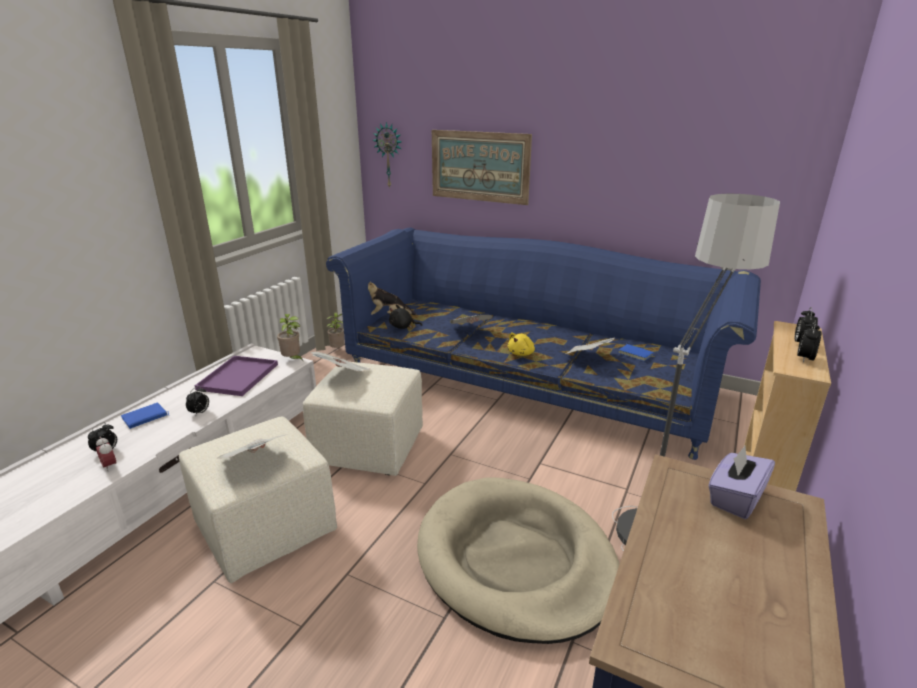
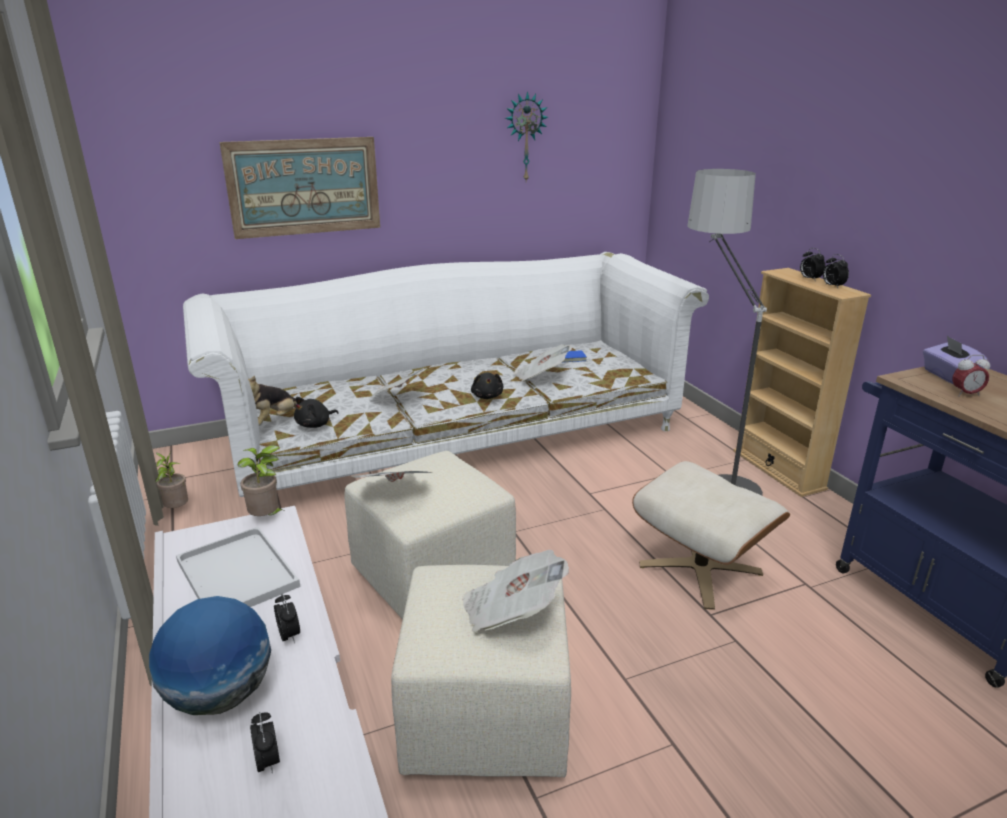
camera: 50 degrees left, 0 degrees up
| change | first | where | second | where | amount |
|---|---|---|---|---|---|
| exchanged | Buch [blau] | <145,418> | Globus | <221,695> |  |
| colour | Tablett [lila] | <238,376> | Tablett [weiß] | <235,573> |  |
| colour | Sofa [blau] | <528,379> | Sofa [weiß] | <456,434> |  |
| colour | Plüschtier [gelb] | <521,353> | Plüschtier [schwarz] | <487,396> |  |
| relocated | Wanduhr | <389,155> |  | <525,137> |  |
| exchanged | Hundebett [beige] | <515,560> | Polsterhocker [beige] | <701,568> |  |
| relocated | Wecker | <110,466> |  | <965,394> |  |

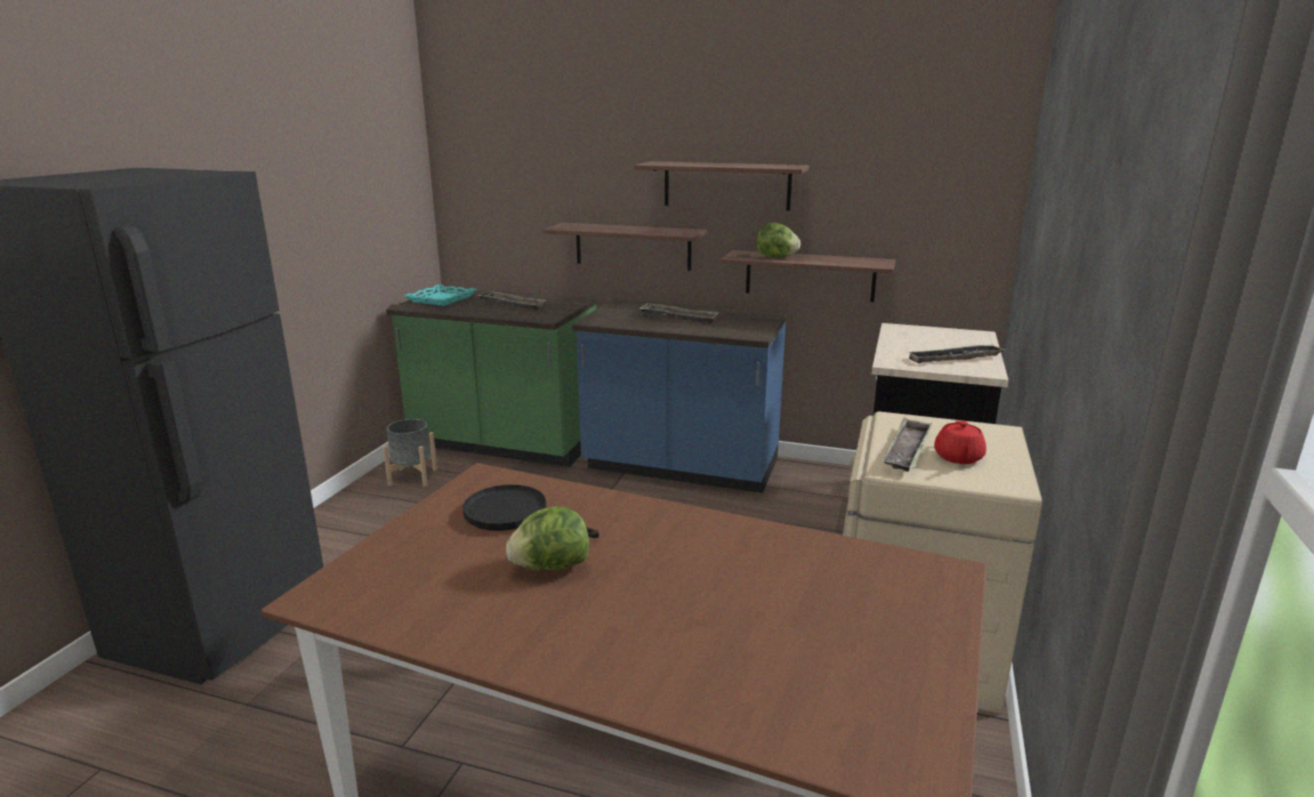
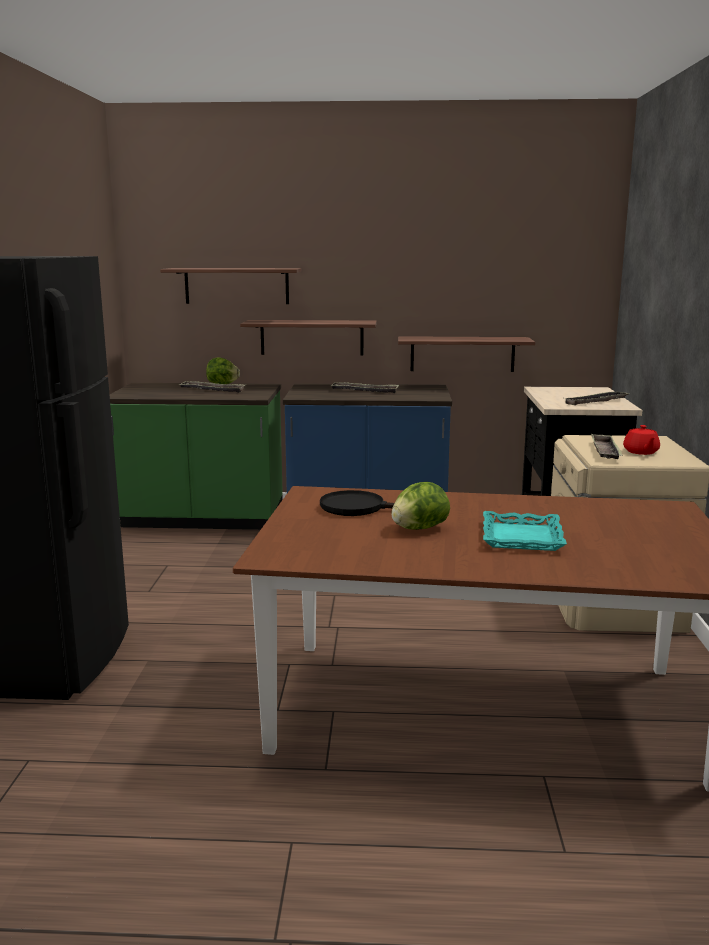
camera: 15 degrees left, 5 degrees down
| change | first | where | second | where | amount |
|---|---|---|---|---|---|
| relocated | Wandregal | <726,185> |  | <236,286> |  |
| relocated | Salatkopf | <776,257> |  | <222,384> |  |
| relocated | Tablett [türkis] | <441,299> |  | <521,537> |  |
| missing | Pflanzkübel [grau] | <412,477> |  |  |  |

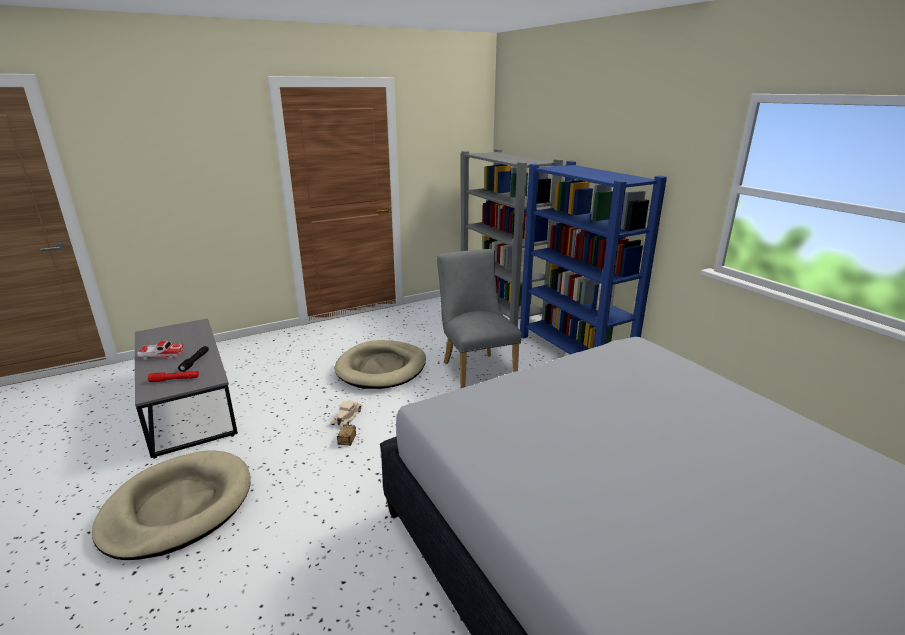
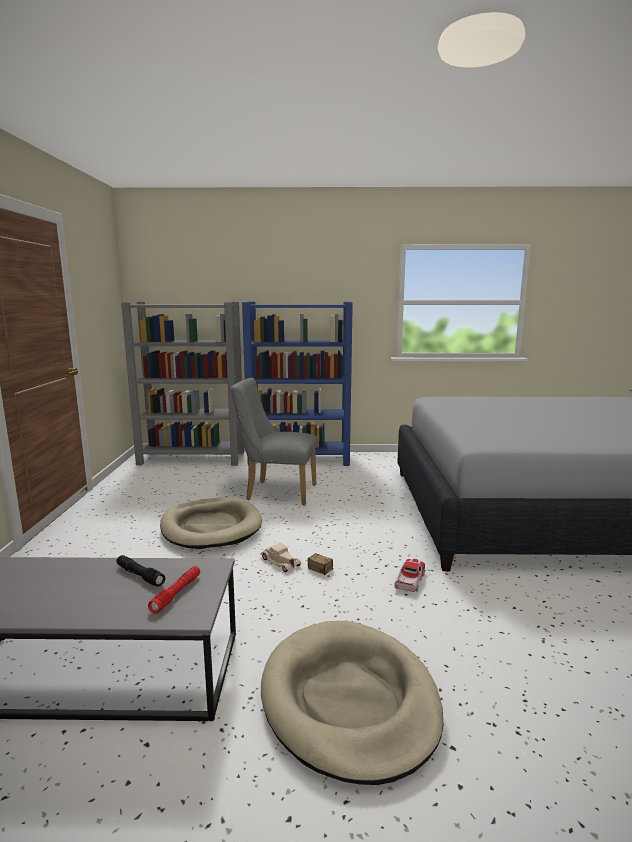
camera: 60 degrees left, 10 degrees down
| change | first | where | second | where | amount |
|---|---|---|---|---|---|
| relocated | Spielzeugauto | <162,355> |  | <410,581> |  |

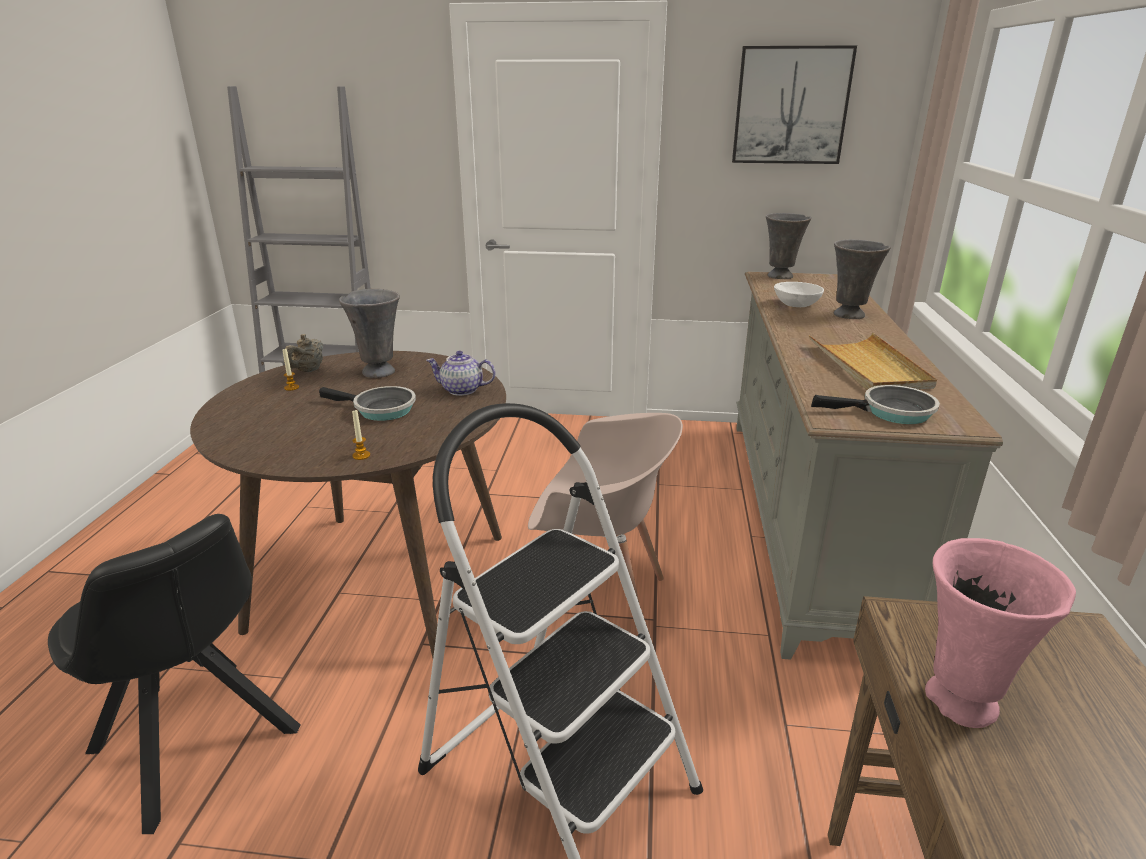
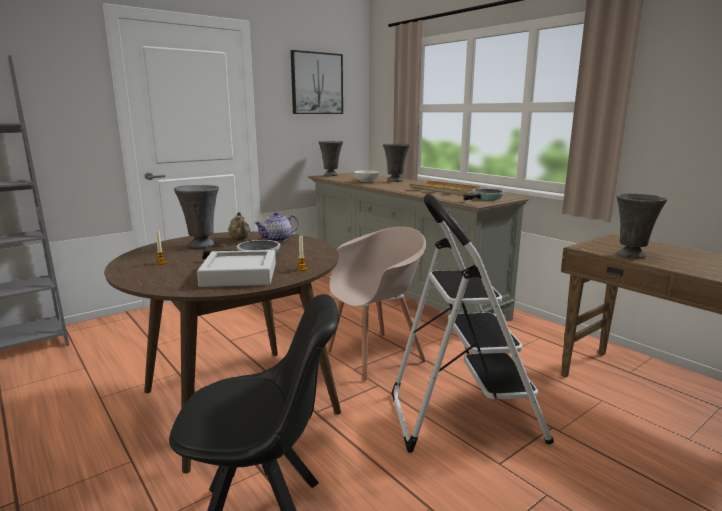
camera: 45 degrees left, 10 degrees down
| change | first | where | second | where | amount |
|---|---|---|---|---|---|
| appeared |  |  | Tablett [grau] | <239,275> |  |
| relocated | Teekanne [beige] | <308,371> |  | <240,239> |  |
| colour | Vase [rosa] | <960,703> | Vase [grau] | <632,256> |  |

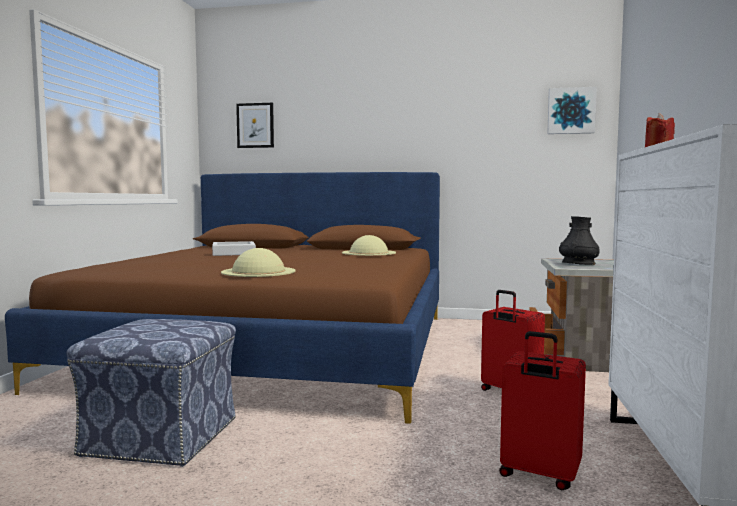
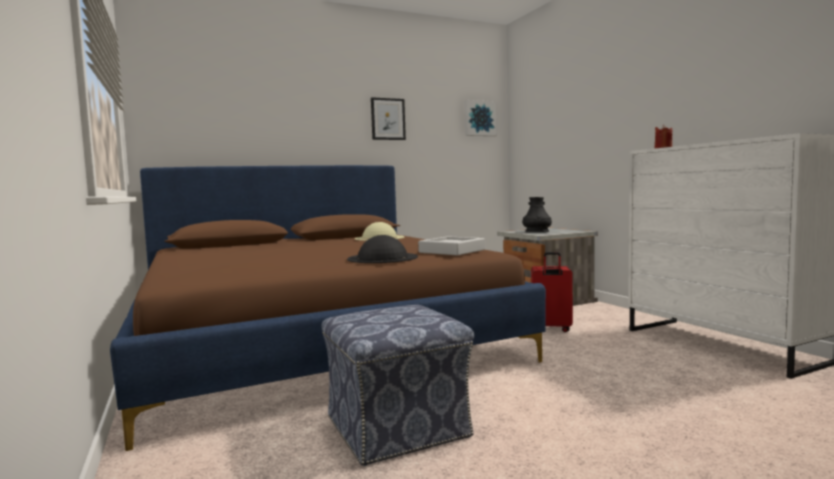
camera: 35 degrees left, 0 degrees up
| change | first | where | second | where | amount |
|---|---|---|---|---|---|
| colour | Hut [beige] | <258,271> | Hut [schwarz] | <382,258> |  |
| relocated | Bild | <255,125> |  | <388,119> |  |
| relocated | Tablett [grau] | <234,253> |  | <452,251> |  |
| missing | Koffer [rot] | <539,475> |  |  |  |

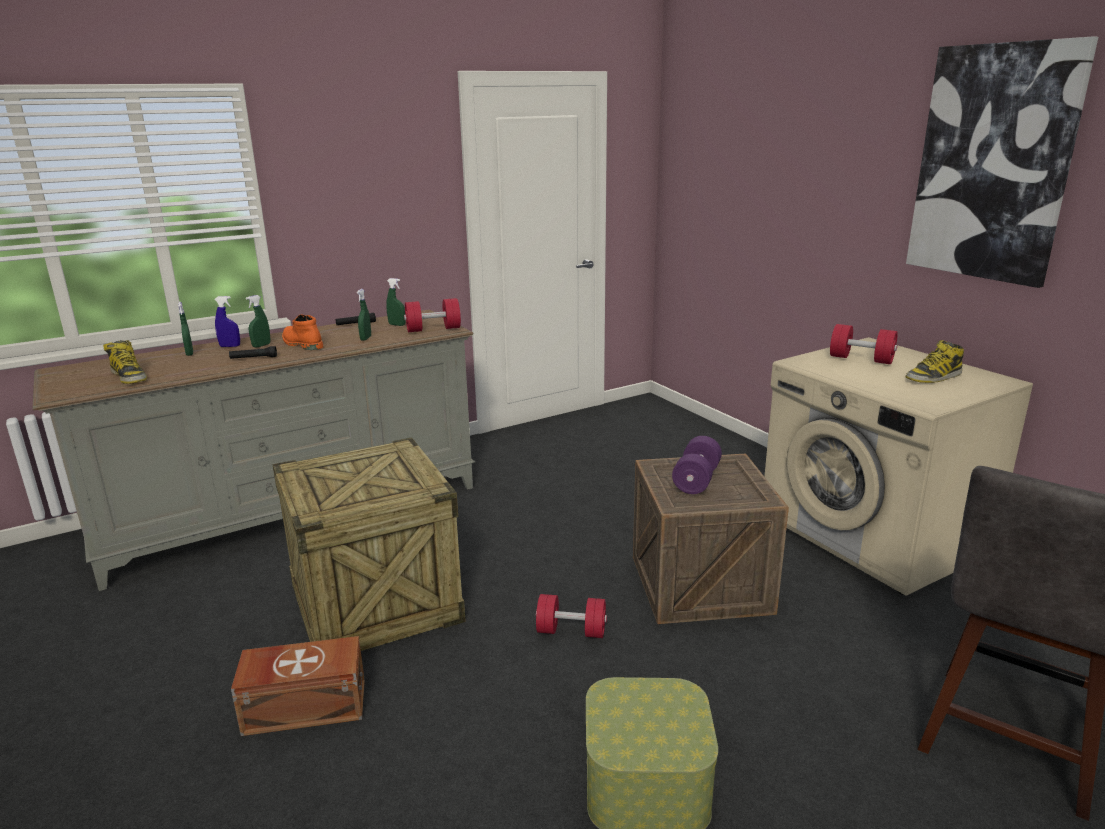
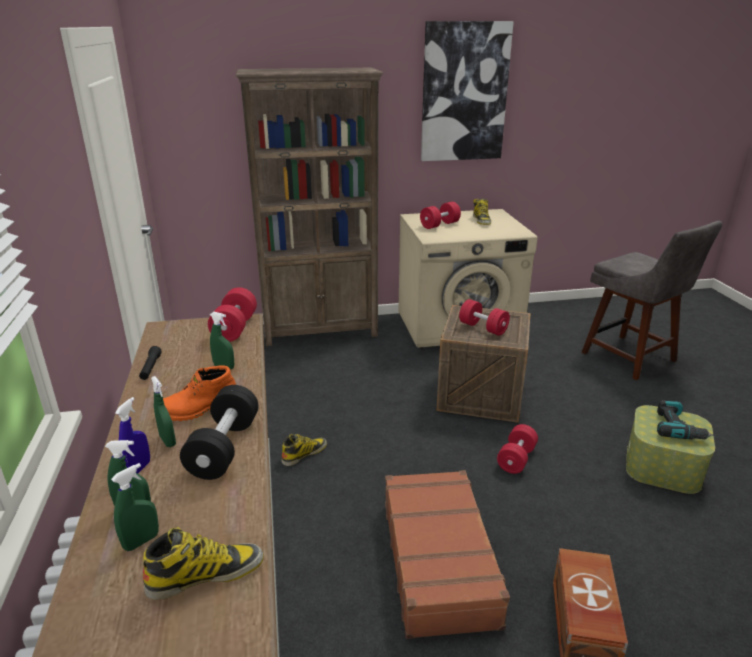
camera: 70 degrees left, 5 degrees up
| change | first | where | second | where | amount |
|---|---|---|---|---|---|
| relocated | Sprühflasche [grün] | <397,325> |  | <141,541> |  |
| exchanged | Taschenlampe [schwarz] | <253,358> | Hantel [schwarz] | <224,448> |  |
| appeared |  |  | Bücherregal [braun] | <321,331> |  |
| appeared |  |  | Stiefel | <304,453> |  |
| exchanged | Kiste | <375,602> | Koffer [braun] | <439,560> |  |
| colour | Hantel [lila] | <696,480> | Hantel [rot] | <483,328> |  |
| appeared |  |  | Bohrmaschine | <678,428> |  |

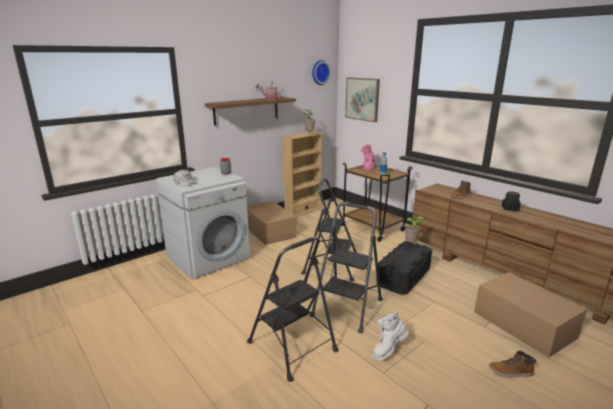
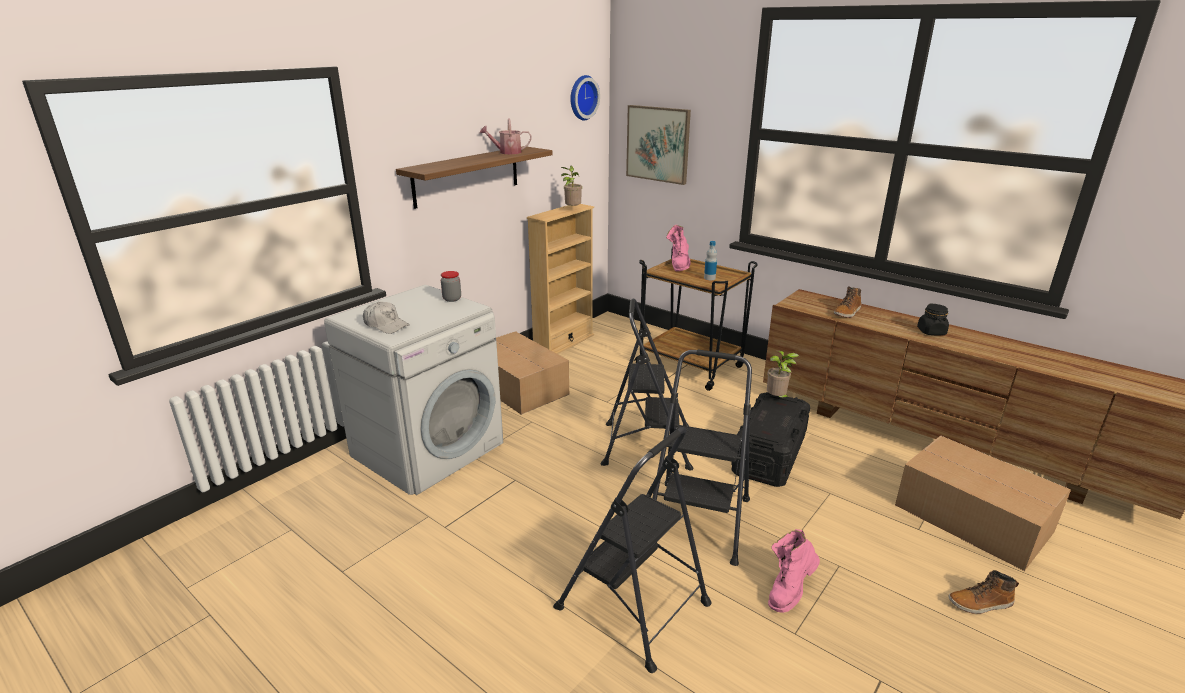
camera: 10 degrees left, 5 degrees up
| change | first | where | second | where | amount |
|---|---|---|---|---|---|
| colour | Stiefel [weiß] | <388,350> | Stiefel [rosa] | <789,591> |  |

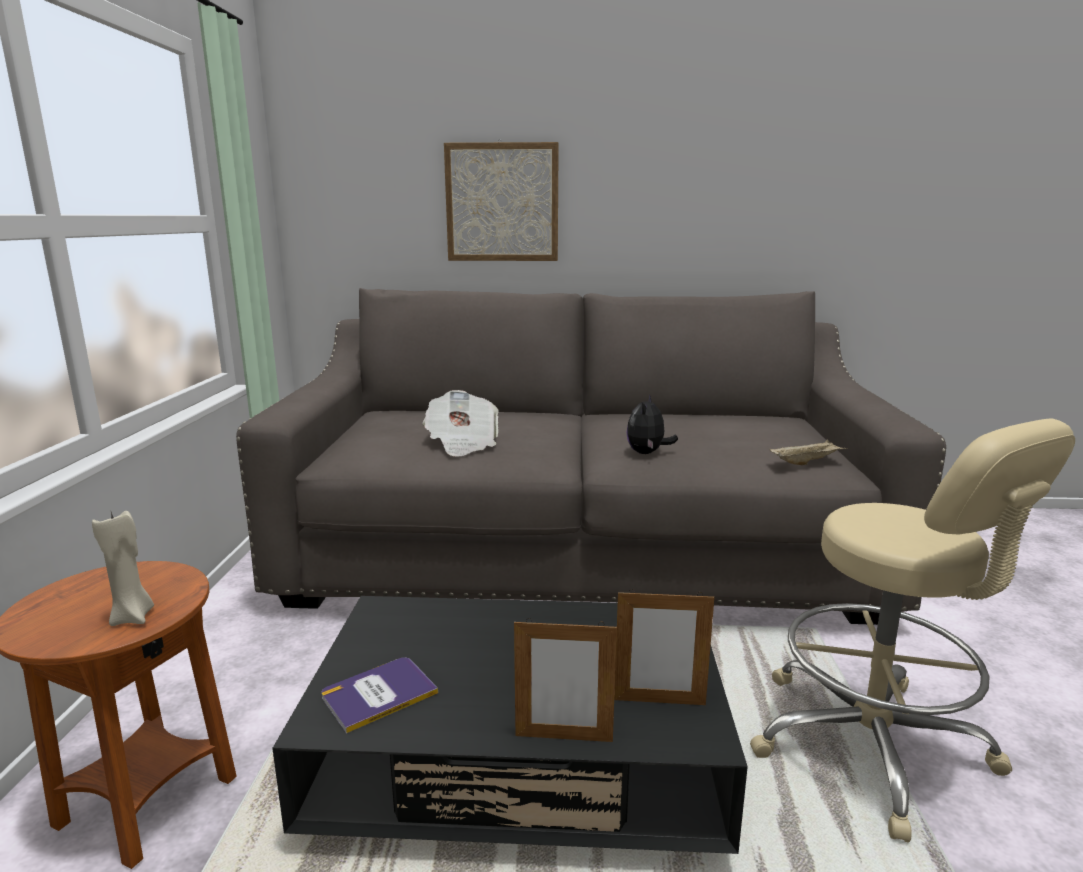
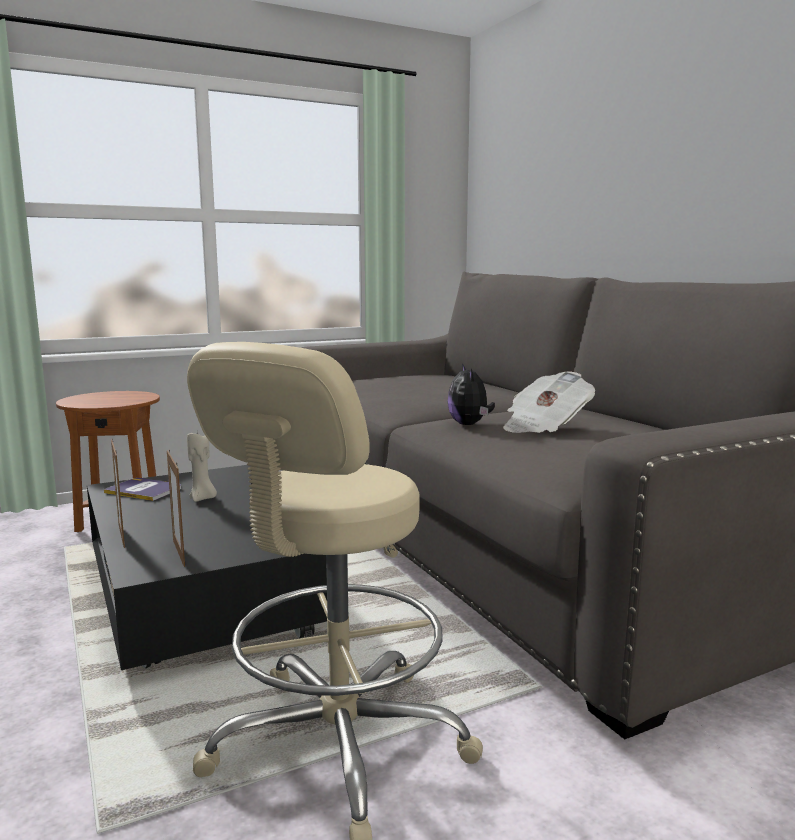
camera: 60 degrees right, 5 degrees down
| change | first | where | second | where | amount |
|---|---|---|---|---|---|
| relocated | Kerze [beige] | <133,617> |  | <202,498> |  |
| spun | Plüschtier | <647,453> |  | <469,424> | 90 degrees counterclockwise |
| relocated | Zeitung | <462,443> |  | <544,427> |  |
| missing | Bild | <502,201> |  |  |  |
| missing | Tablett [beige] | <806,462> |  |  |  |

